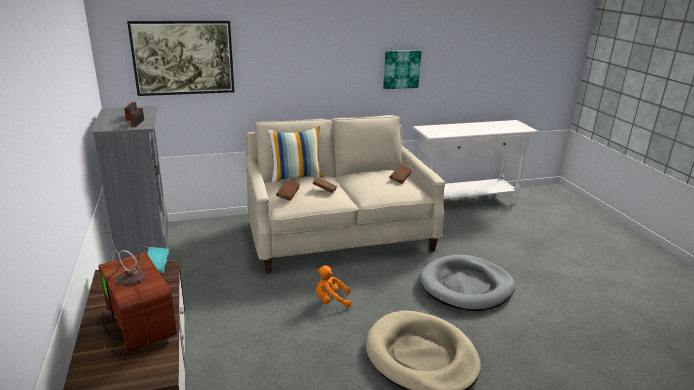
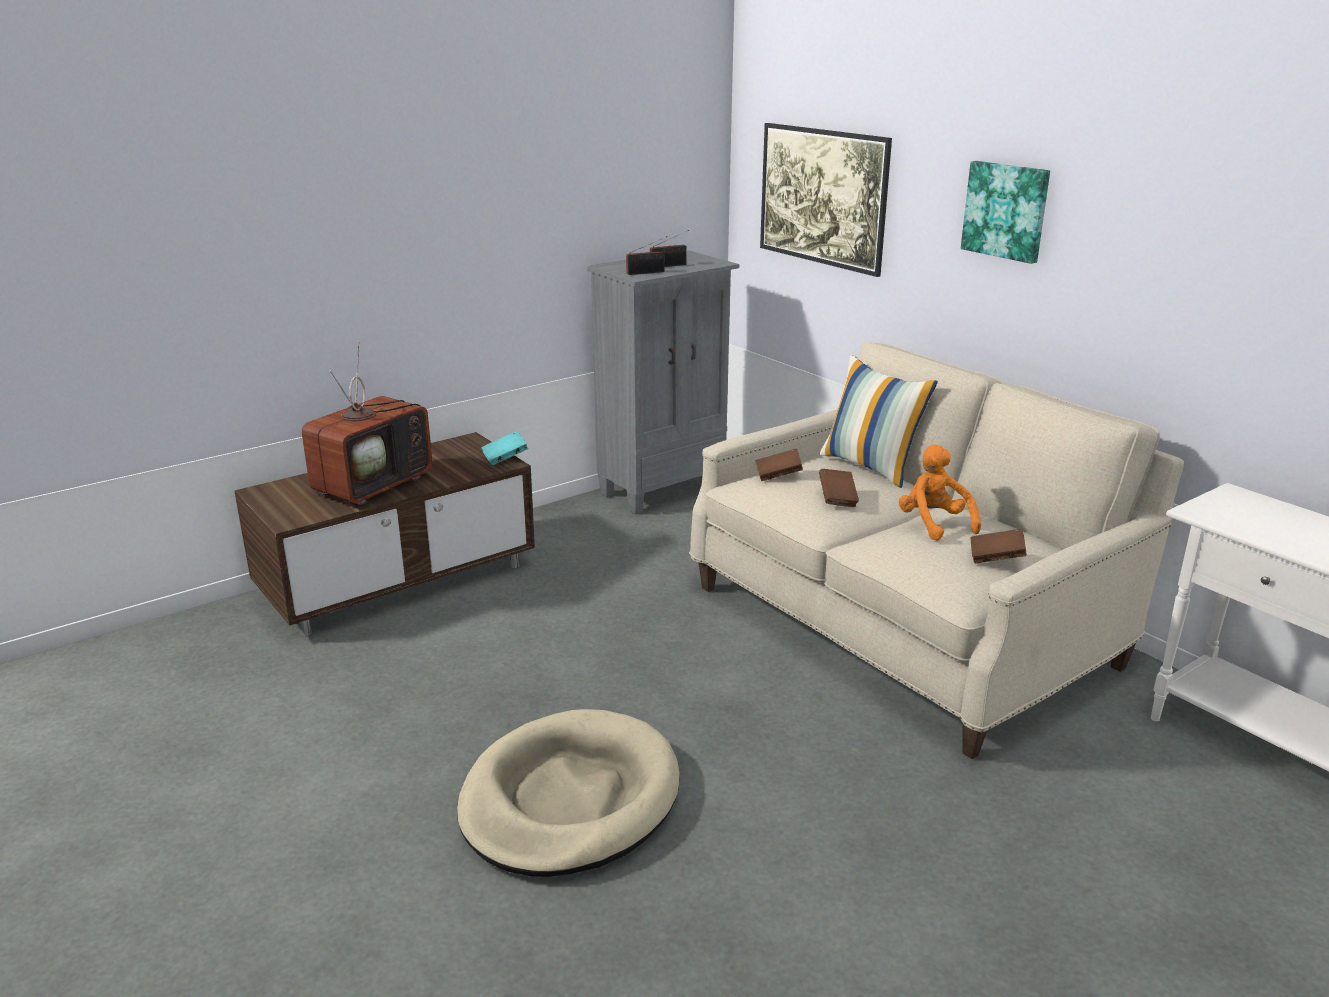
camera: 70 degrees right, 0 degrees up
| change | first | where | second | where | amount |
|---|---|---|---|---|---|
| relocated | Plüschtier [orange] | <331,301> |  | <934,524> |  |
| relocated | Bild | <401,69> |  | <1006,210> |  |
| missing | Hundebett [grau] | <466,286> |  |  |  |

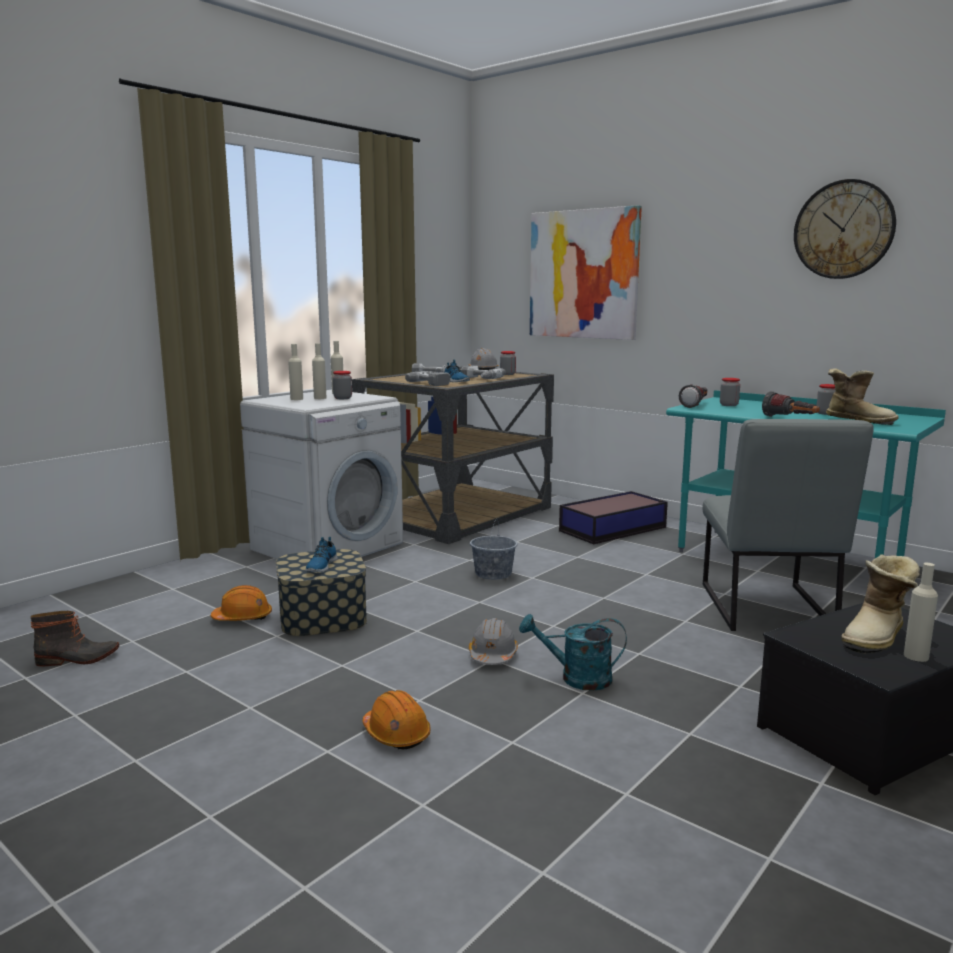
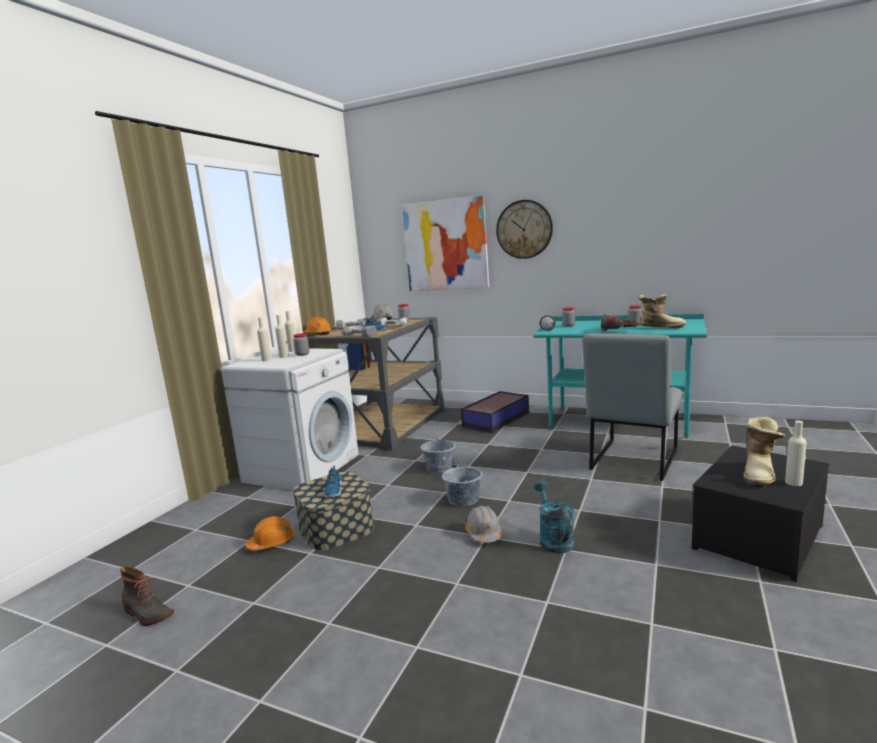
camera: 15 degrees left, 0 degrees up
| change | first | where | second | where | amount |
|---|---|---|---|---|---|
| spun | Stiefel | <77,659> |  | <147,614> | 60 degrees clockwise |
| relocated | Schutzhelm [orange] | <396,734> |  | <318,334> |  |
| appeared |  |  | Eimer [grau] | <463,500> |  |
| relocated | Wanduhr | <843,229> |  | <524,229> |  |
| spun | Gießkanne [türkis] | <576,678> |  | <554,539> | 90 degrees clockwise |
| spun | Stuhl [grau] | <766,609> |  | <632,460> | 45 degrees clockwise |

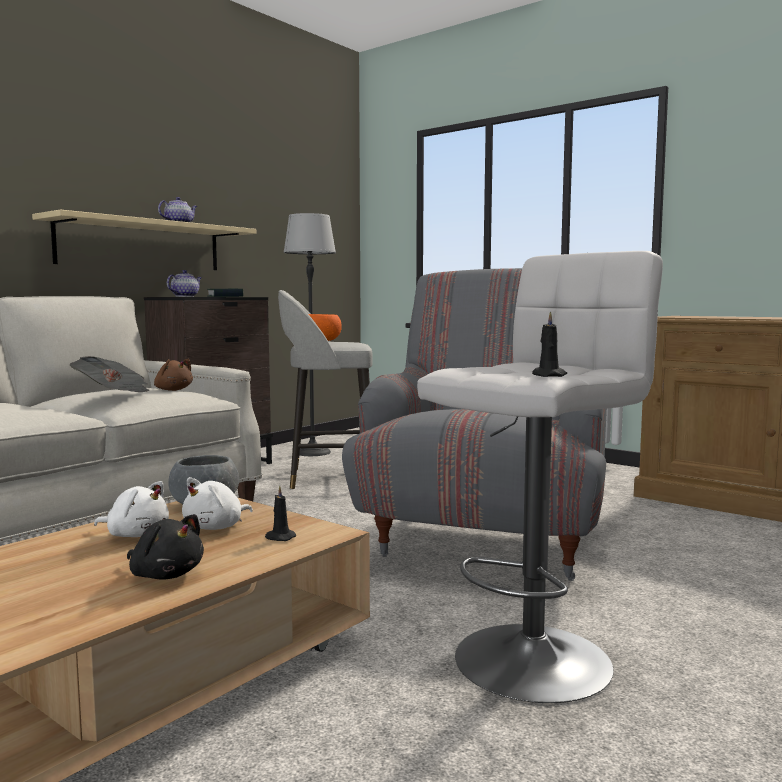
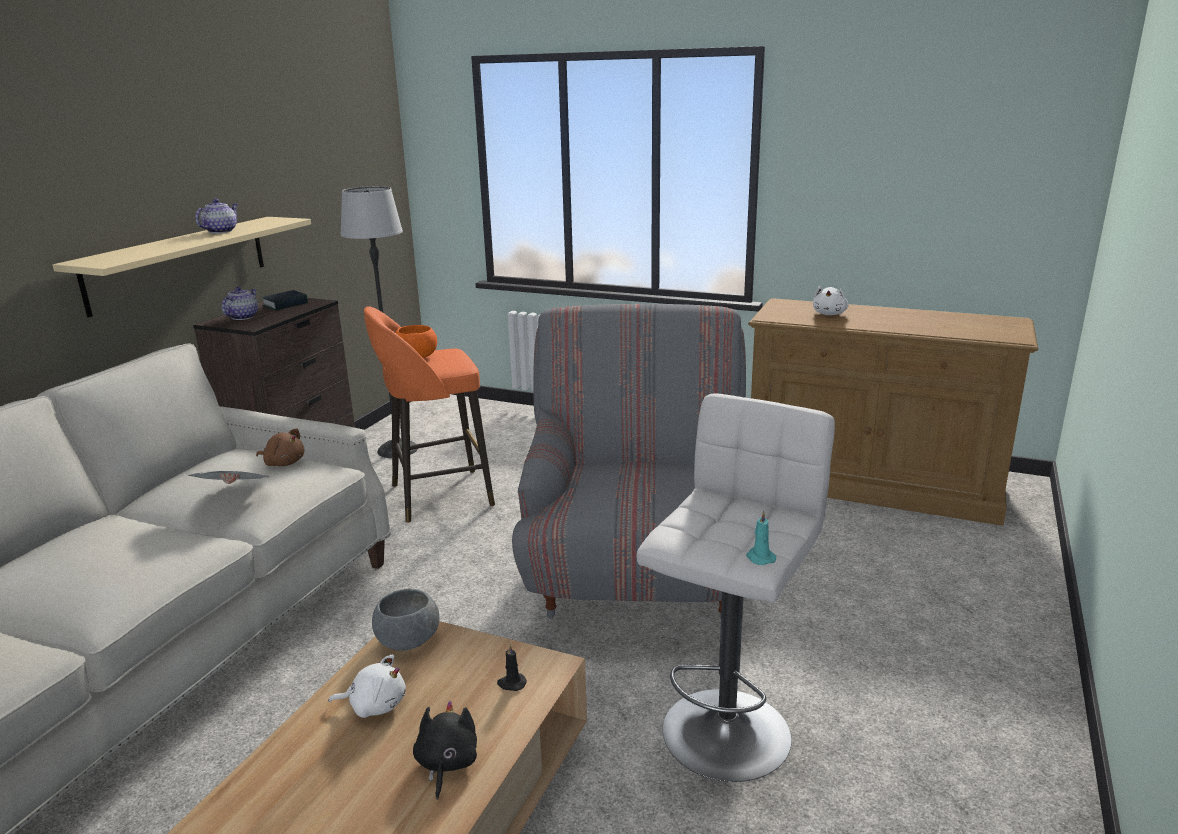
camera: 15 degrees left, 15 degrees up
| change | first | where | second | where | amount |
|---|---|---|---|---|---|
| colour | Hocker [grau] | <329,478> | Hocker [orange] | <438,496> |  |
| spun | Plüschtier [schwarz] | <165,575> |  | <446,764> | 105 degrees counterclockwise |
| colour | Kerze [schwarz] | <548,376> | Kerze [türkis] | <759,557> |  |
| relocated | Plüschtier [weiß] | <216,527> |  | <829,314> |  |

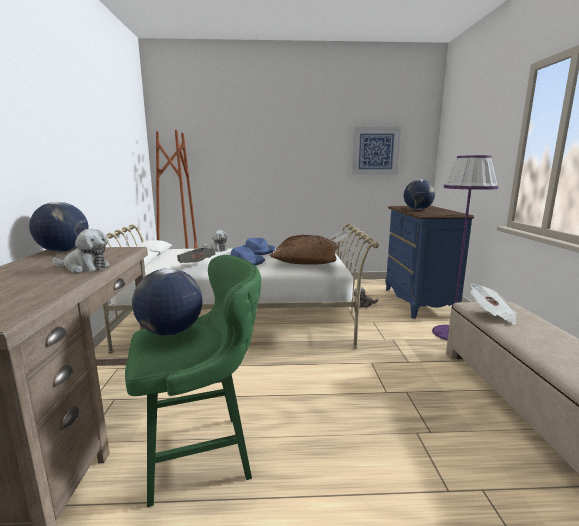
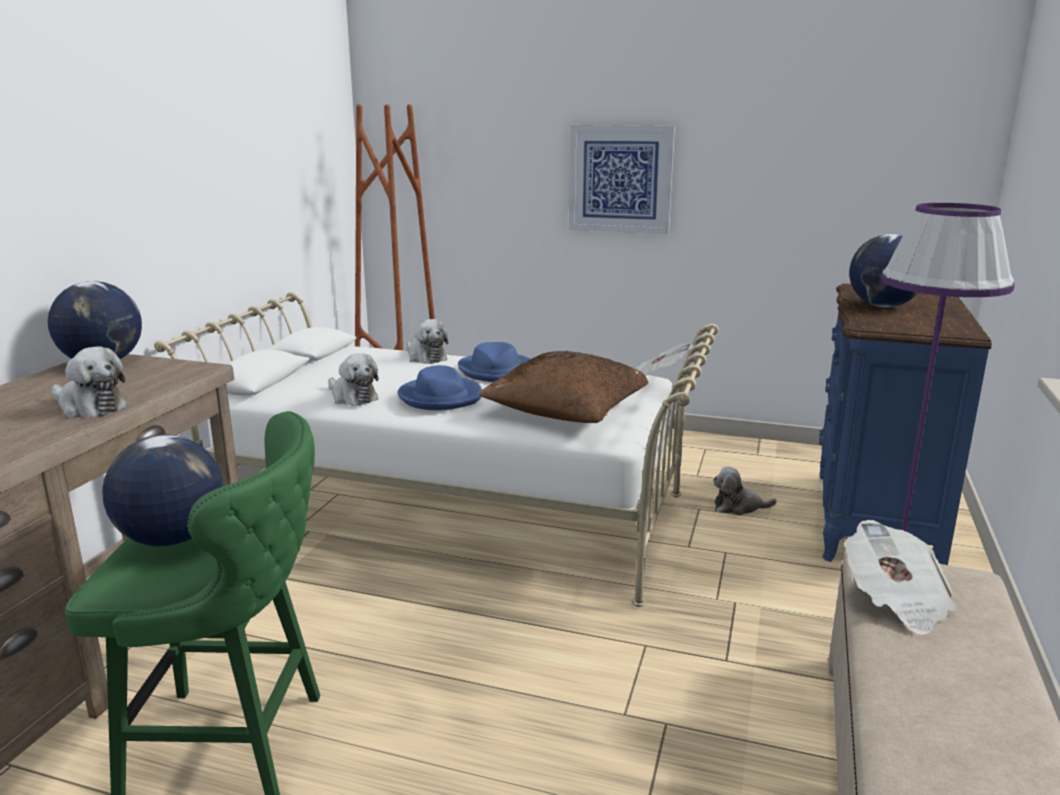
camera: 20 degrees right, 5 degrees up
| change | first | where | second | where | amount |
|---|---|---|---|---|---|
| exchanged | Zeitung | <196,266> | Plüschtier | <352,397> |  |
| relocated | Bild | <375,151> |  | <620,179> |  |

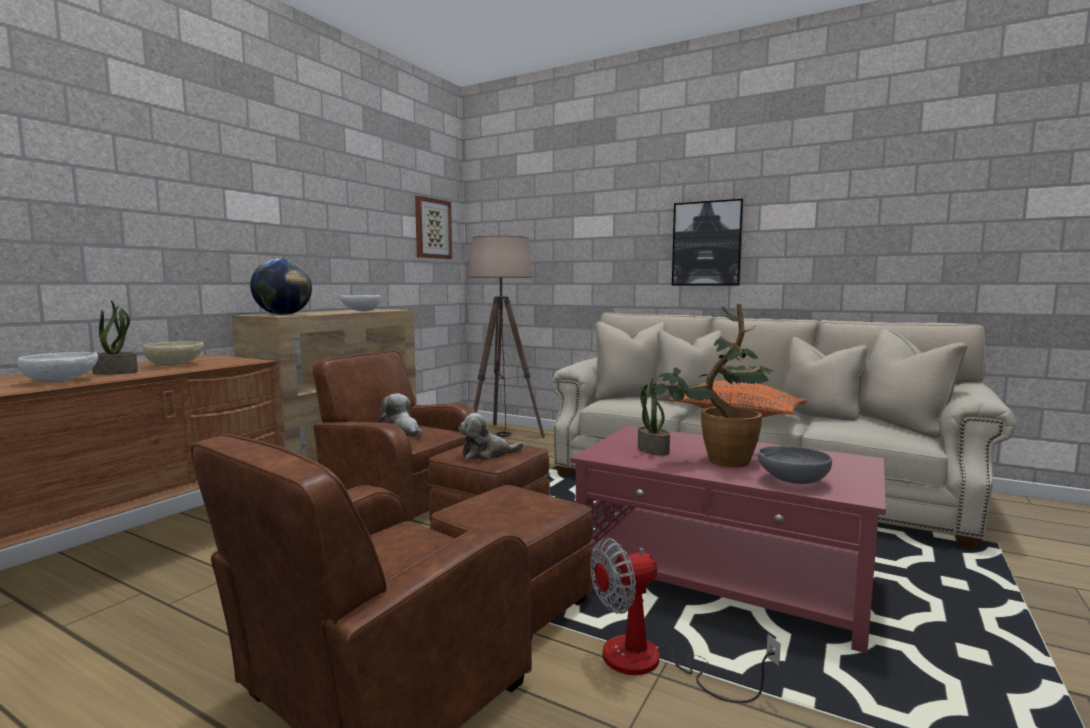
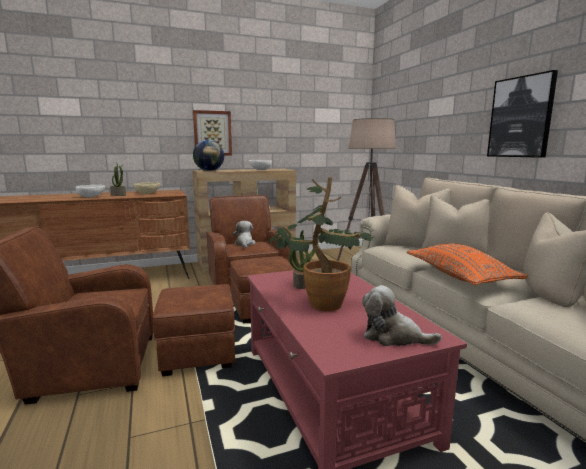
camera: 40 degrees right, 5 degrees up
| change | first | where | second | where | amount |
|---|---|---|---|---|---|
| relocated | Bild | <432,228> |  | <212,133> |  |
| relocated | Plüschtier | <487,454> |  | <393,337> |  |
| missing | Ventilator | <652,663> |  |  |  |
| missing | Schüssel [grau] | <792,482> |  |  |  |

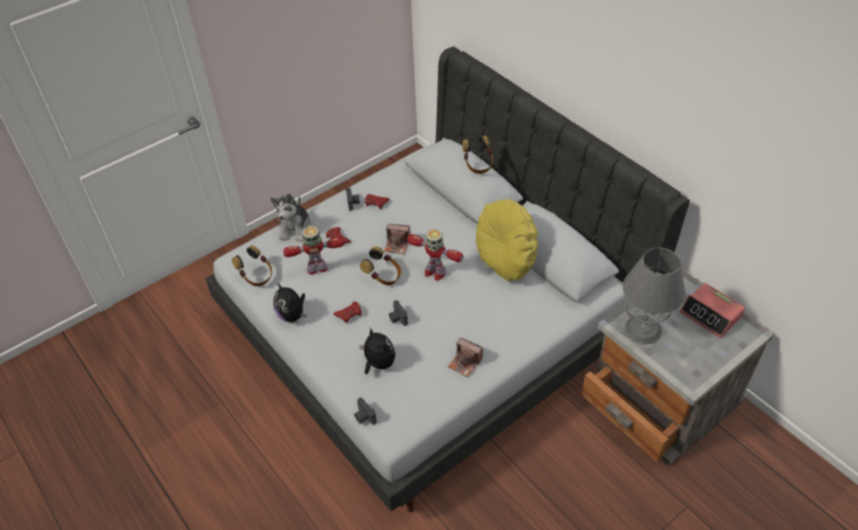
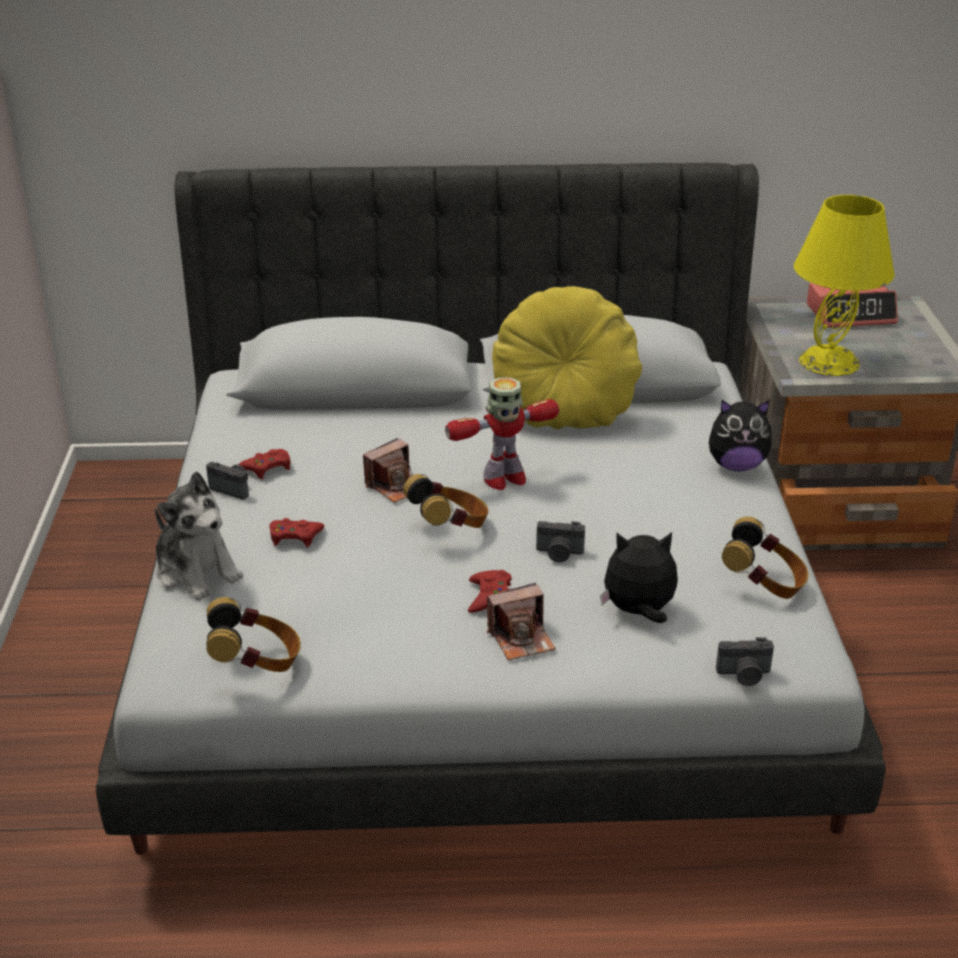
camera: 55 degrees left, 15 degrees down
| change | first | where | second | where | amount |
|---|---|---|---|---|---|
| relocated | Kamera | <465,363> |  | <521,639> |  |
| relocated | Plüschtier | <292,315> |  | <736,465> |  |
| relocated | Kopfhörer | <478,165> |  | <764,585> |  |
| colour | Tischlampe [grau] | <643,329> | Tischlampe [gelb] | <829,361> |  |
| missing | Spielzeugroboter | <317,268> |  |  |  |

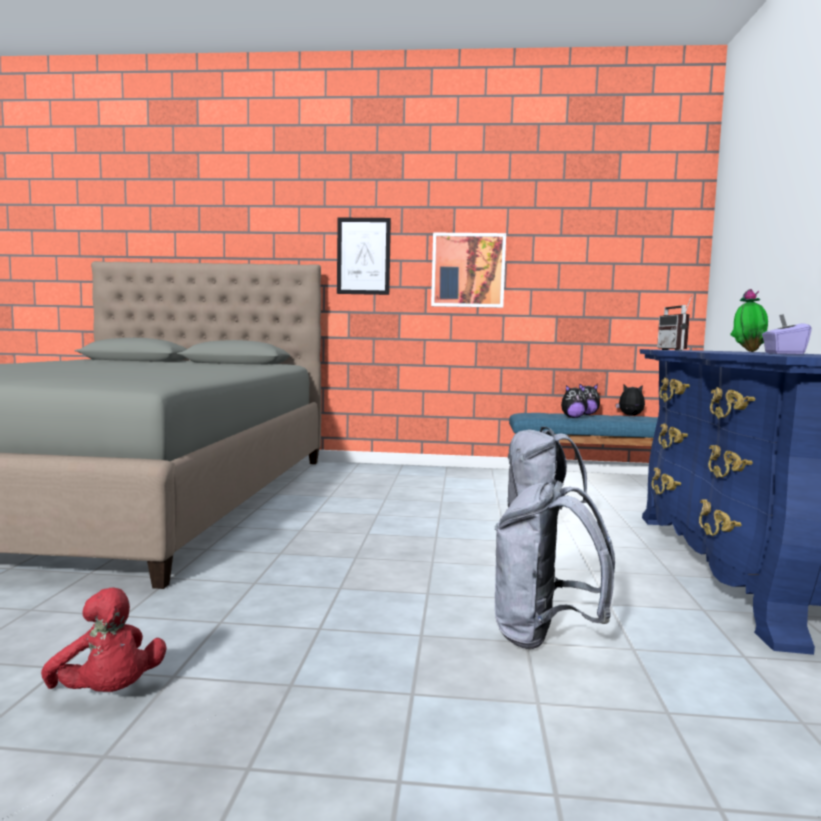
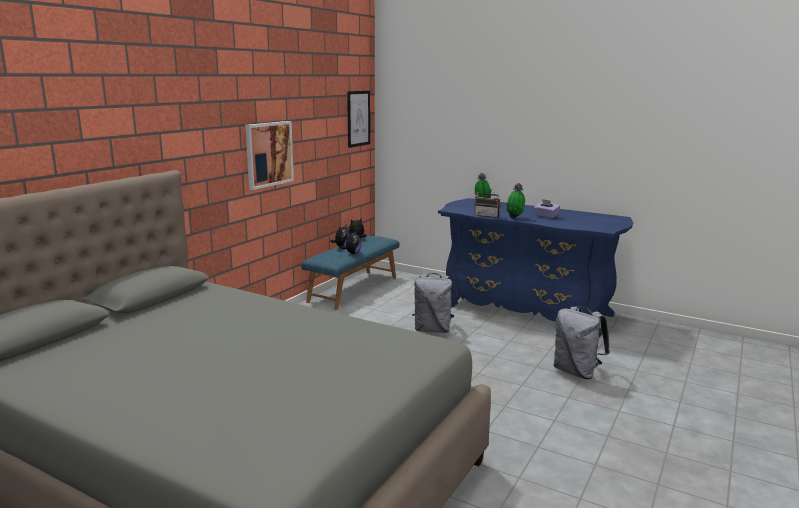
camera: 65 degrees left, 10 degrees up
| change | first | where | second | where | amount |
|---|---|---|---|---|---|
| relocated | Bild | <363,256> |  | <358,118> |  |
| appeared |  |  | Topfpflanze | <515,218> |  |
| missing | Plüschtier [rot] | <108,693> |  |  |  |

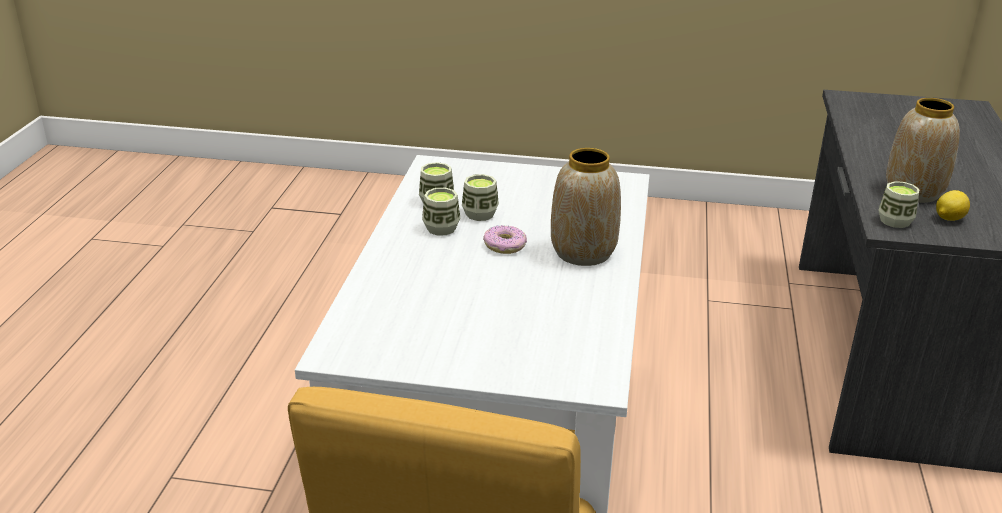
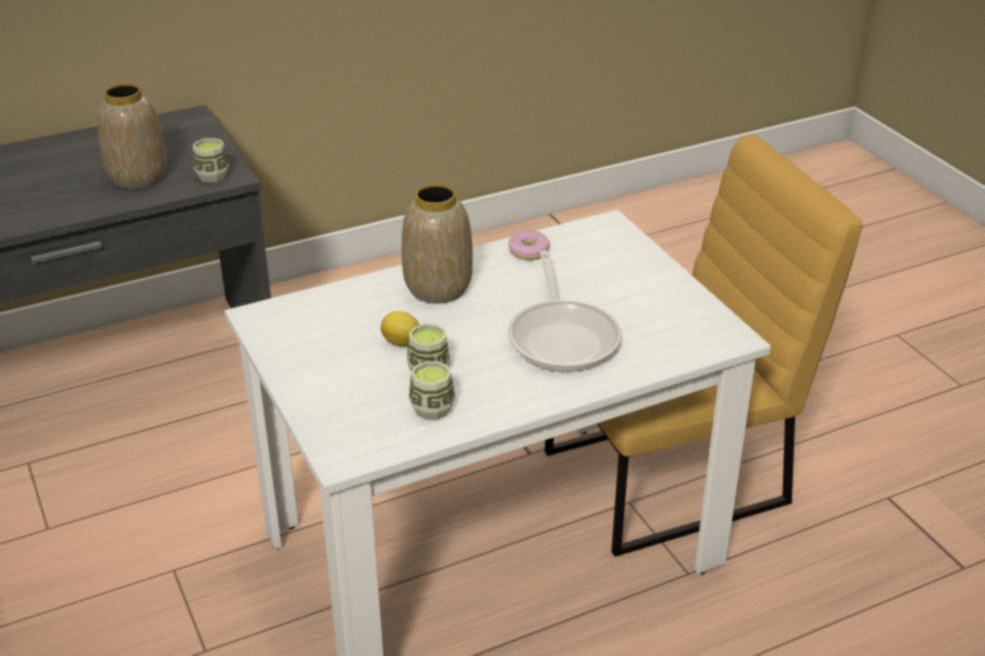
camera: 125 degrees left, 5 degrees up
| change | first | where | second | where | amount |
|---|---|---|---|---|---|
| relocated | Zitrone | <948,218> |  | <402,343> |  |
| relocated | Donut | <505,245> |  | <528,251> |  |
| appeared |  |  | Pfanne | <563,336> |  |
| missing | Tasse | <441,228> |  |  |  |

